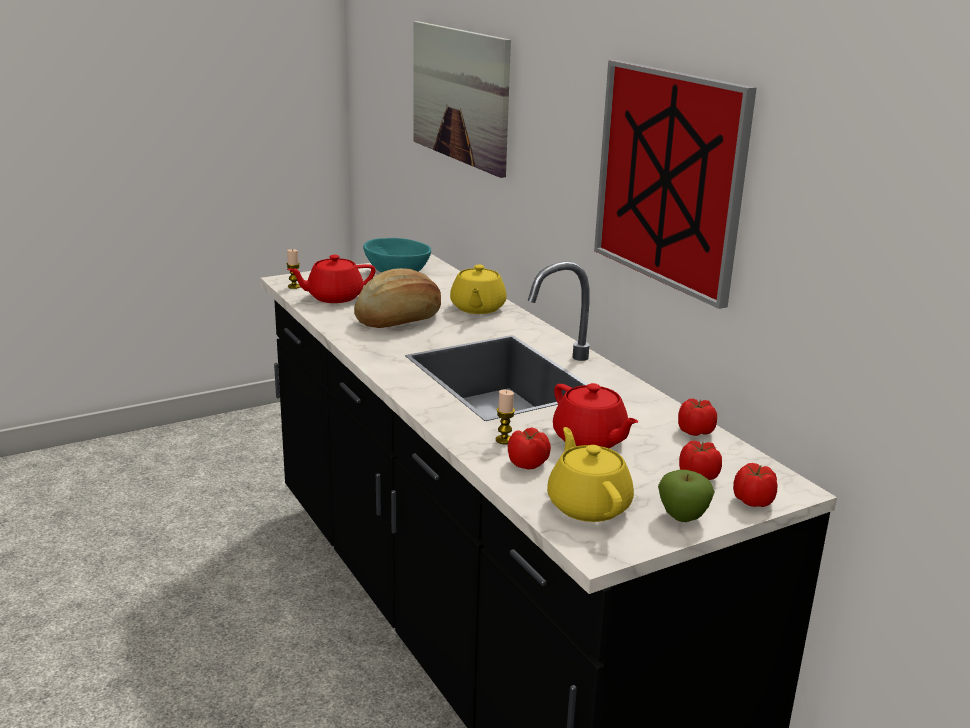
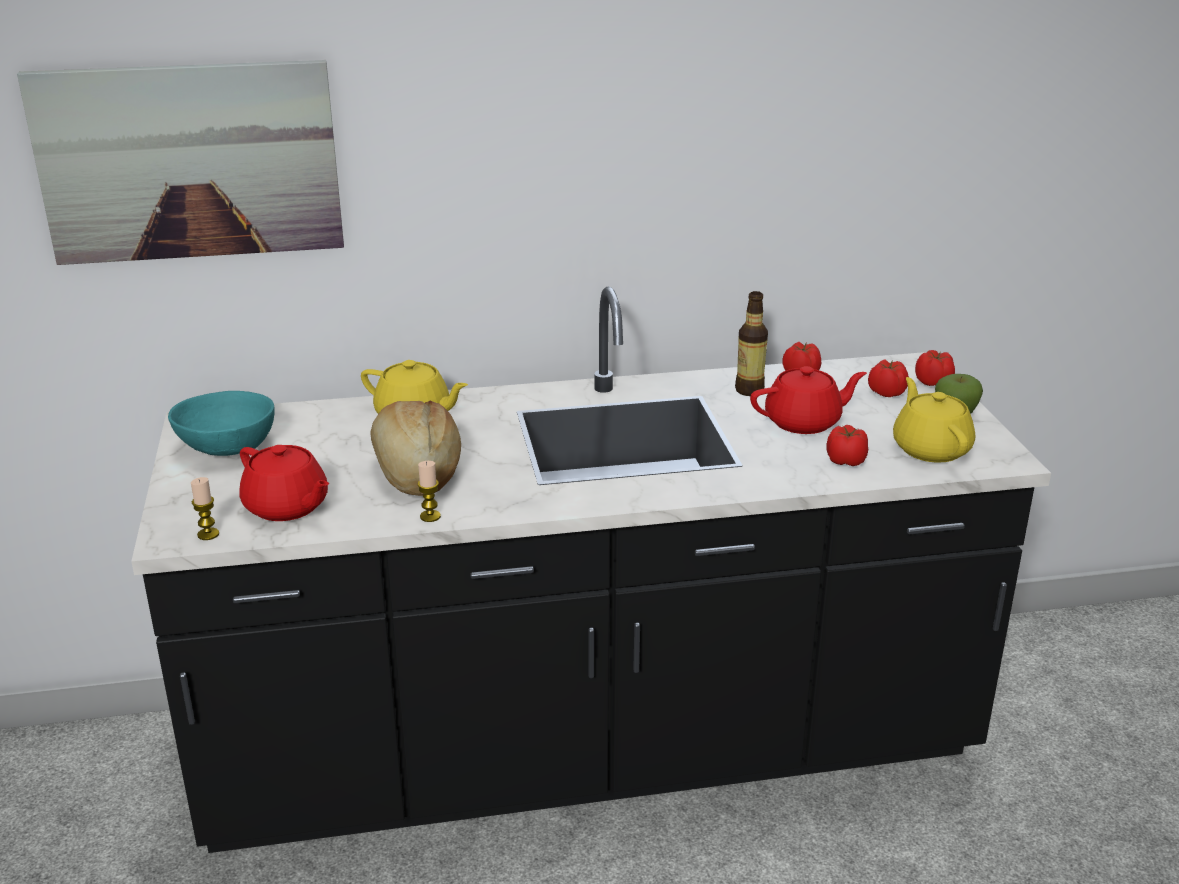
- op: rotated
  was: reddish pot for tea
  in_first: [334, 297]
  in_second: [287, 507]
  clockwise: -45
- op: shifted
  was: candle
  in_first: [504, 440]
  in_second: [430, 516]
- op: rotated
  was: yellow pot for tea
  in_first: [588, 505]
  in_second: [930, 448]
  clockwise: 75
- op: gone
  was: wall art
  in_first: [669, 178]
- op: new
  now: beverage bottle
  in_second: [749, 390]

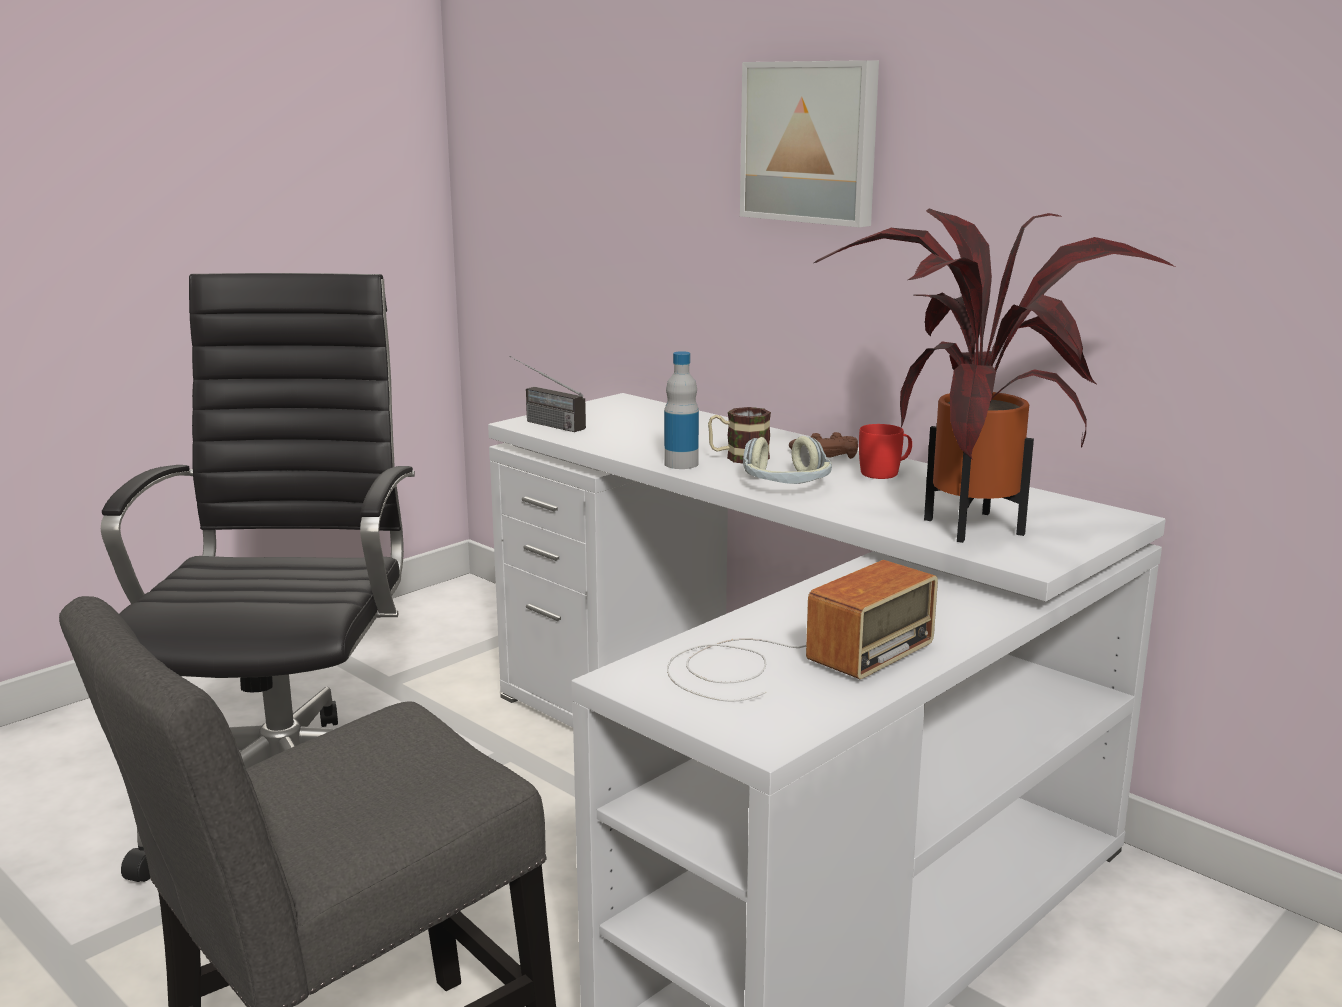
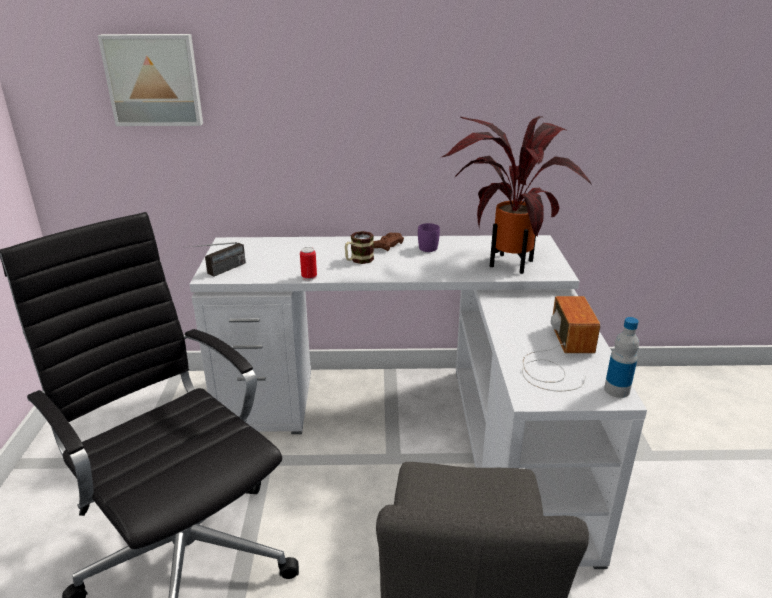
- op: rotated
  was: radio receiver
  in_first: [541, 422]
  in_second: [218, 272]
  clockwise: -45
- op: shifted
  was: beverage bottle
  in_first: [681, 464]
  in_second: [617, 390]
- op: shifted
  was: wall art
  in_first: [811, 142]
  in_second: [154, 80]
- op: gone
  was: headset
  in_first: [786, 484]
- op: repainted
  was: reddish coffee mug
  now: purple coffee mug
  in_first: [886, 472]
  in_second: [429, 247]
- op: new
  now: metal can
  in_second: [309, 277]

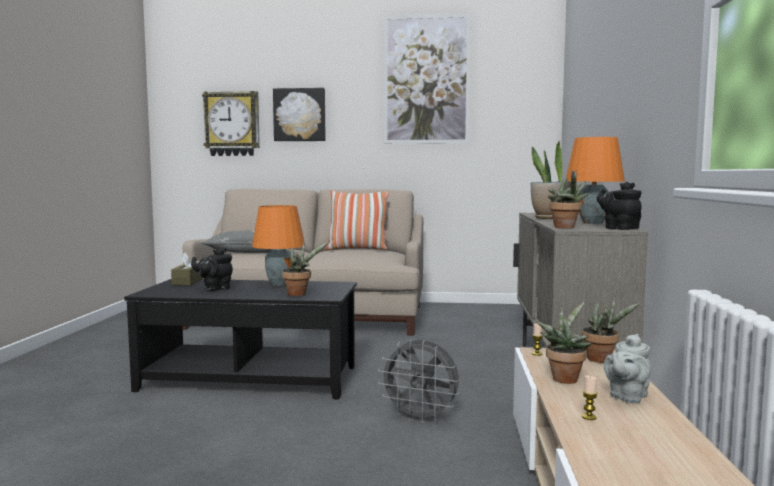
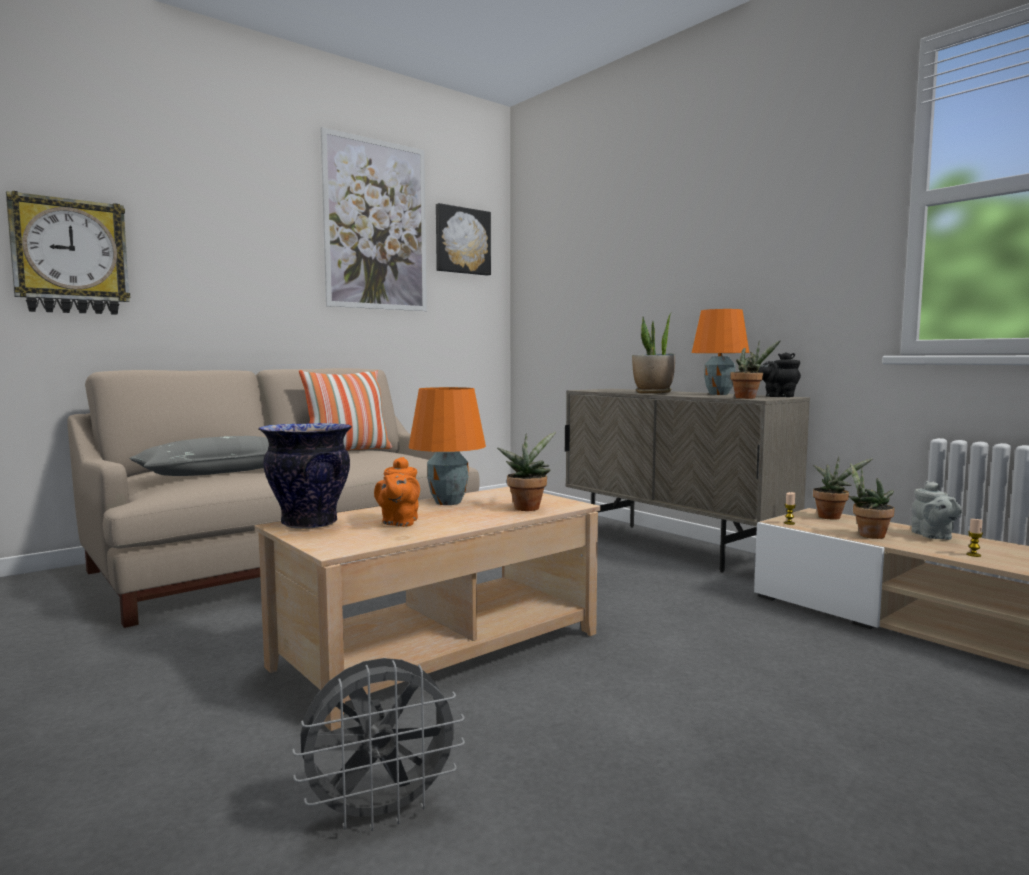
- op: repainted
  was: blackish coffee table
  now: sand-coloured coffee table
  in_first: [251, 377]
  in_second: [439, 648]
- op: swapped
  was: brown-coloured box of tissues
  now: decorative vase
  in_first: [187, 282]
  in_second: [310, 523]
- op: repainted
  was: blackish pot for tea
  now: orange-coloured pot for tea
  in_first: [215, 288]
  in_second: [399, 523]
- op: shifted
  was: wall art
  in_first: [300, 115]
  in_second: [462, 241]
- op: shifted
  was: gray fan
  in_first: [421, 418]
  in_second: [381, 812]

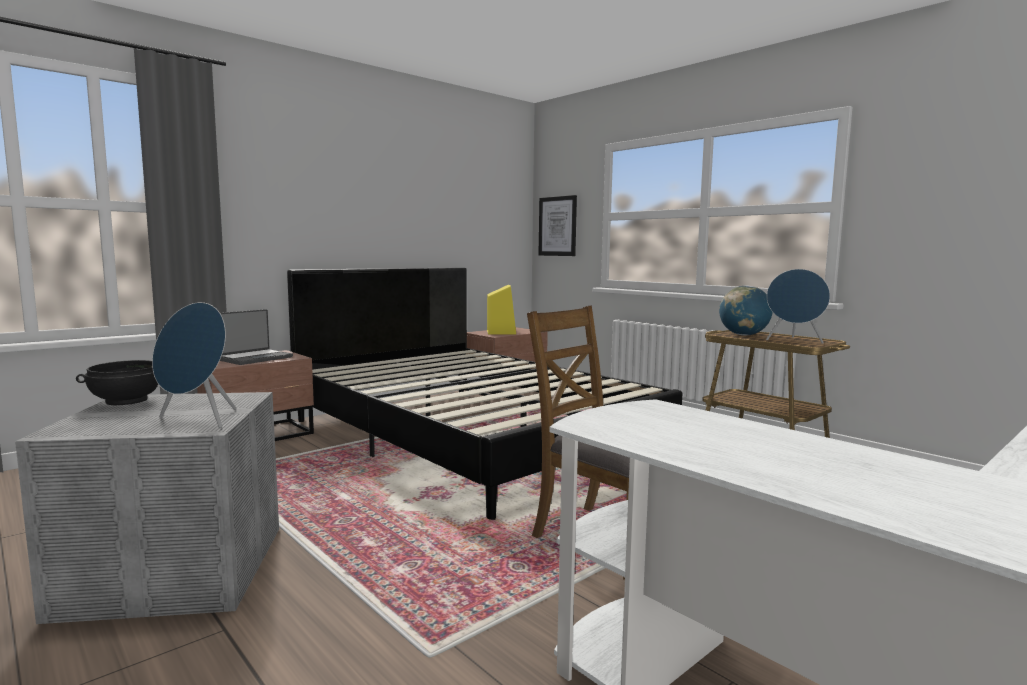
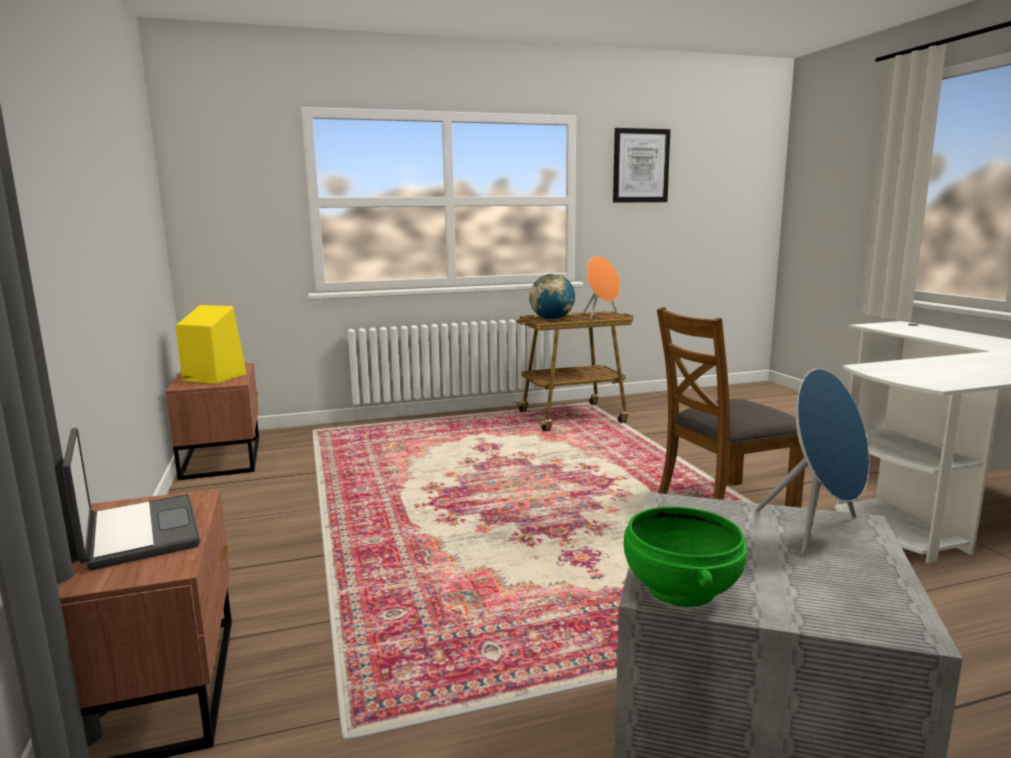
- op: repainted
  was: blackish bowl
  now: greenish bowl
  in_first: [126, 401]
  in_second: [679, 589]
- op: gone
  was: blackish bedroom bed
  in_first: [471, 435]
- op: shifted
  was: wall art
  in_first: [557, 226]
  in_second: [640, 166]
- op: repainted
  was: bluish audio speaker
  now: orange-coloured audio speaker
  in_first: [794, 341]
  in_second: [600, 316]

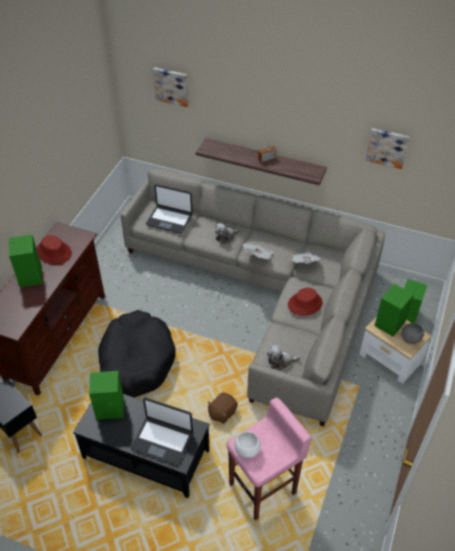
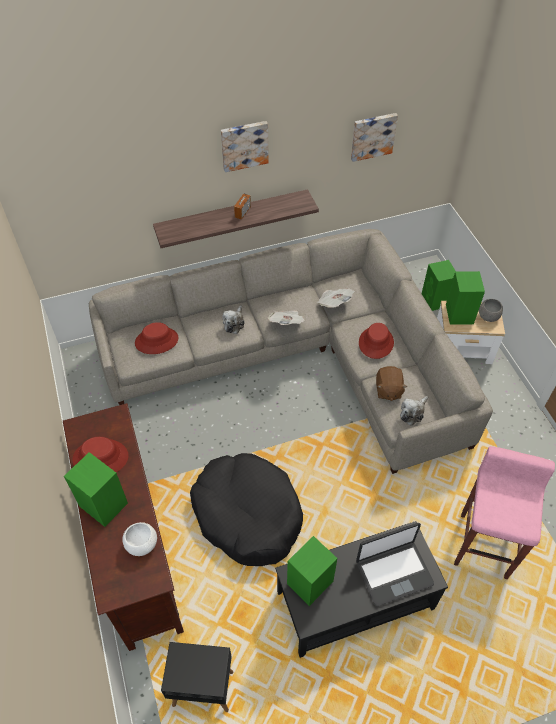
- op: swapped
  was: portable computer
  now: reddish clothing hat
  in_first: [169, 219]
  in_second: [156, 340]
- op: shifted
  was: wall art
  in_first: [172, 86]
  in_second: [244, 145]
- op: shifted
  was: brown-coloured soft toy
  in_first: [222, 412]
  in_second: [388, 390]
- op: shifted
  was: whitish bowl
  in_first: [247, 449]
  in_second: [141, 544]

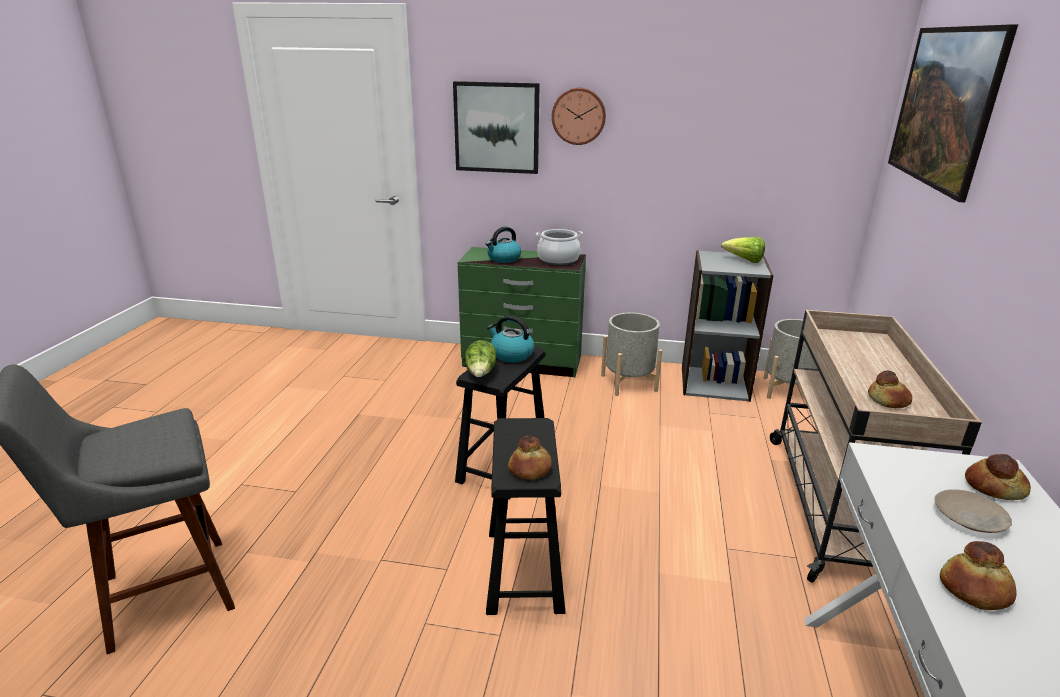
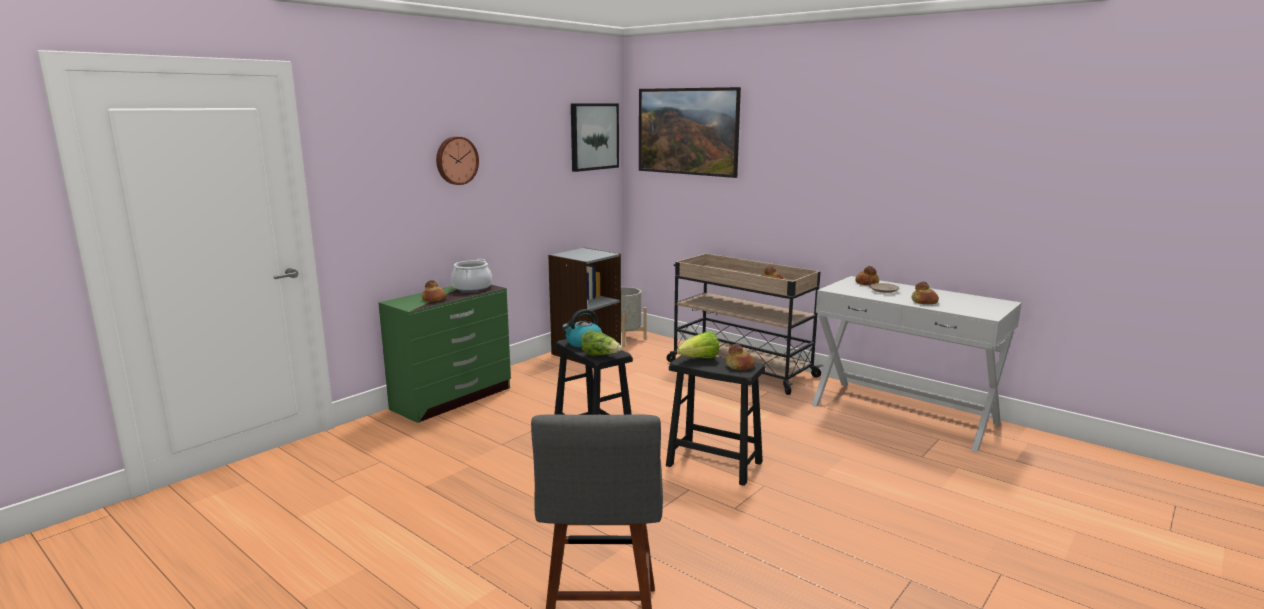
- op: shifted
  was: wall art
  in_first: [497, 127]
  in_second: [594, 136]
- op: swapped
  was: tea kettle
  now: baked bread
  in_first: [503, 259]
  in_second: [434, 299]
- op: gone
  was: gray flower pot
  in_first: [628, 383]
- op: shifted
  was: lettuce head
  in_first: [744, 260]
  in_second: [699, 359]

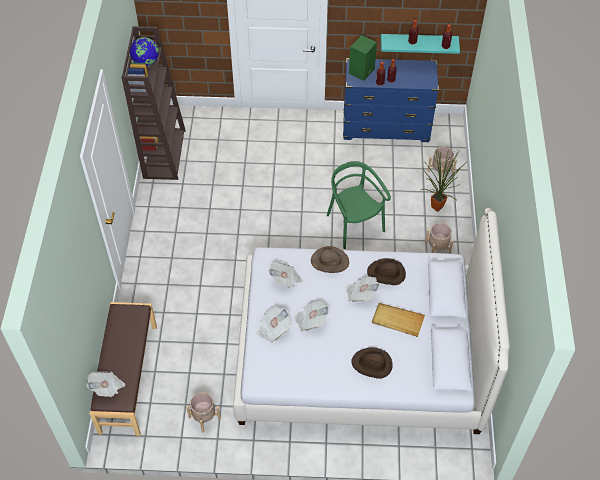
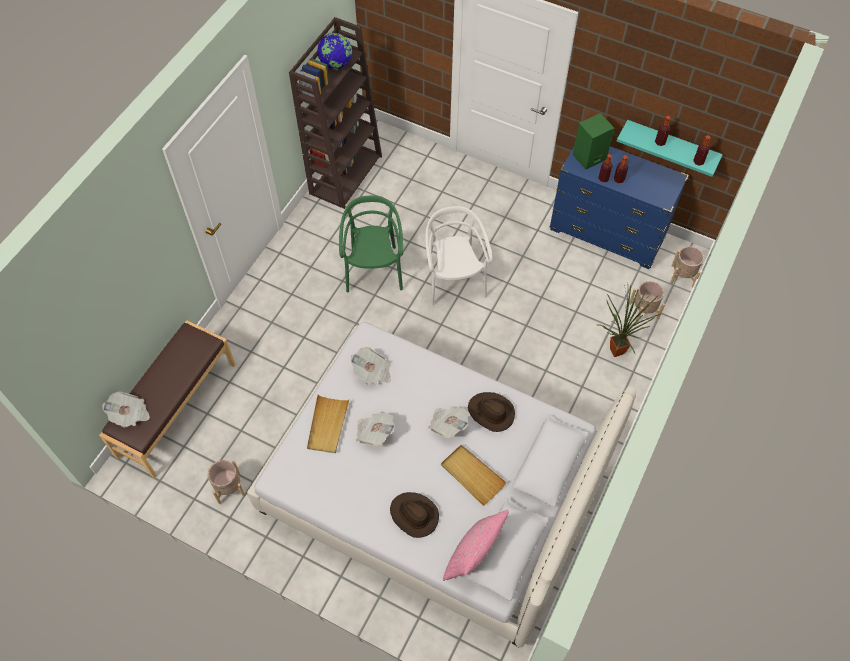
- op: swapped
  was: daily paper
  now: sand-coloured serving tray
  in_first: [273, 329]
  in_second: [327, 425]
- op: gone
  was: brown-coloured clothing hat
  in_first: [329, 261]
- op: shifted
  was: greenish plain chair
  in_first: [354, 225]
  in_second: [374, 270]
- op: shifted
  was: sand-coloured flower pot
  in_first: [437, 248]
  in_second: [682, 276]
- op: new
  now: whitish plain chair
  in_second: [454, 280]
- op: new
  now: pink-coloured pillow
  in_second: [473, 555]

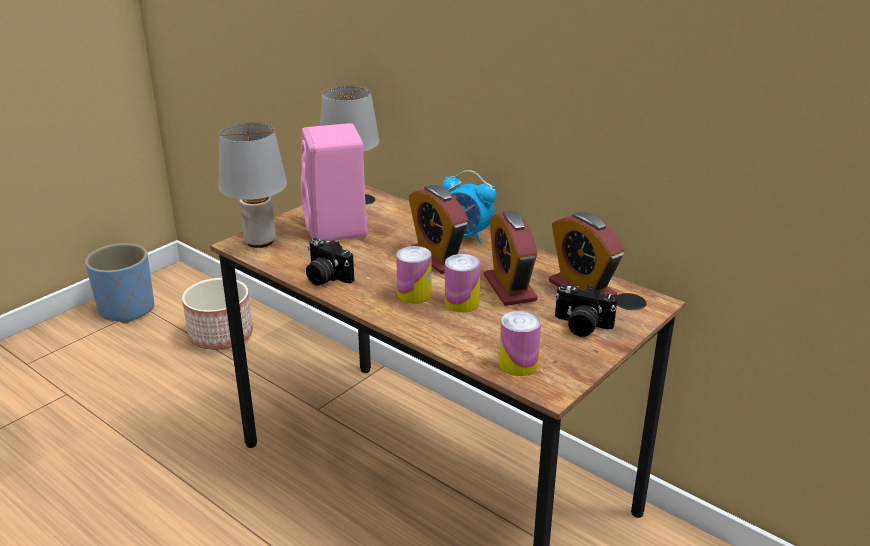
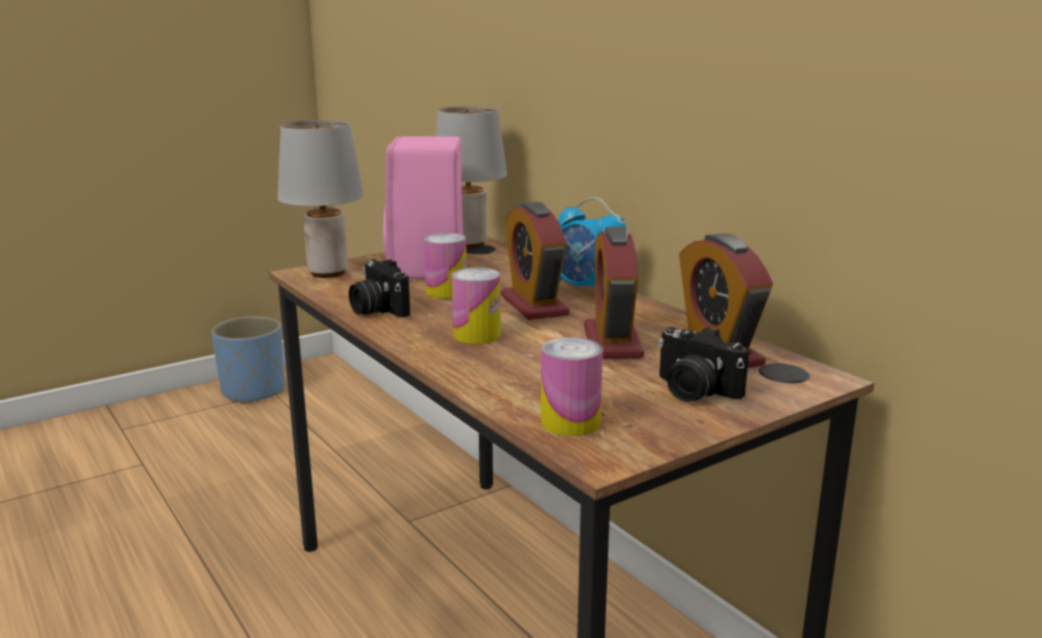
- op: gone
  was: flower pot
  in_first: [222, 335]
- op: shifted
  was: metal can
  in_first: [461, 303]
  in_second: [446, 292]

